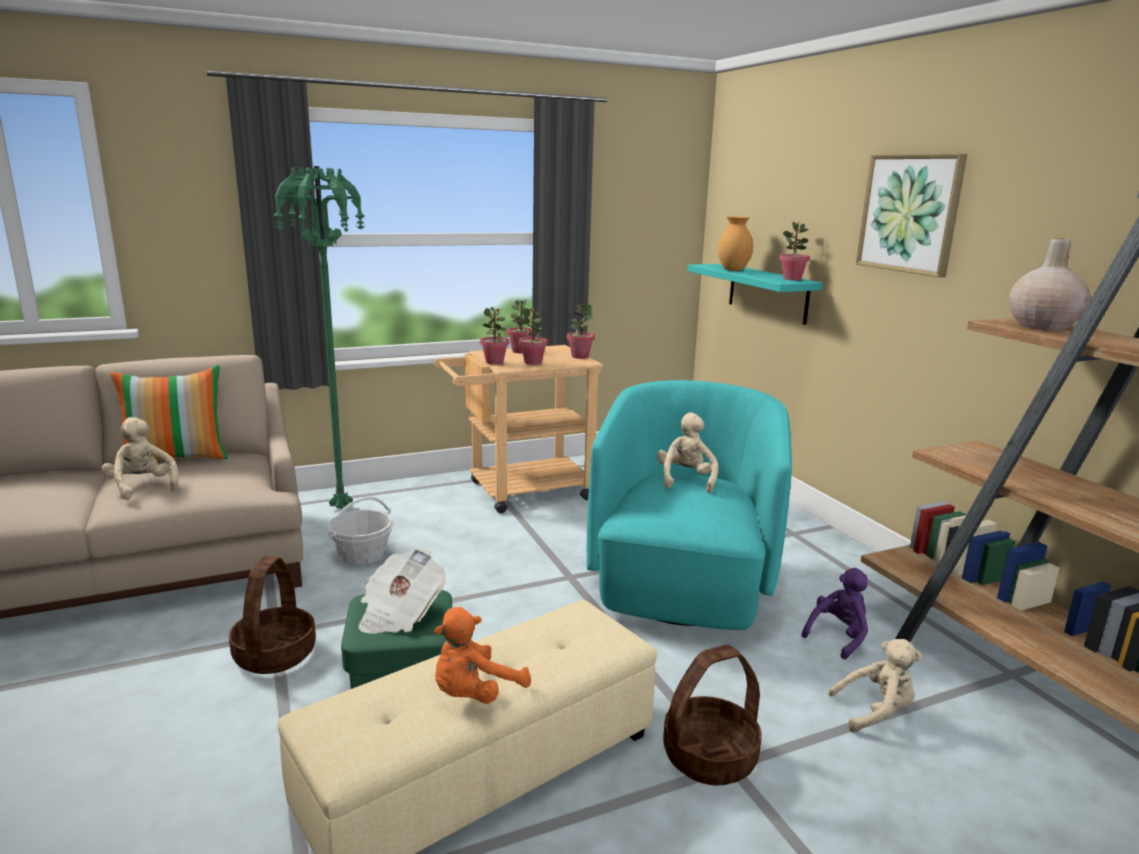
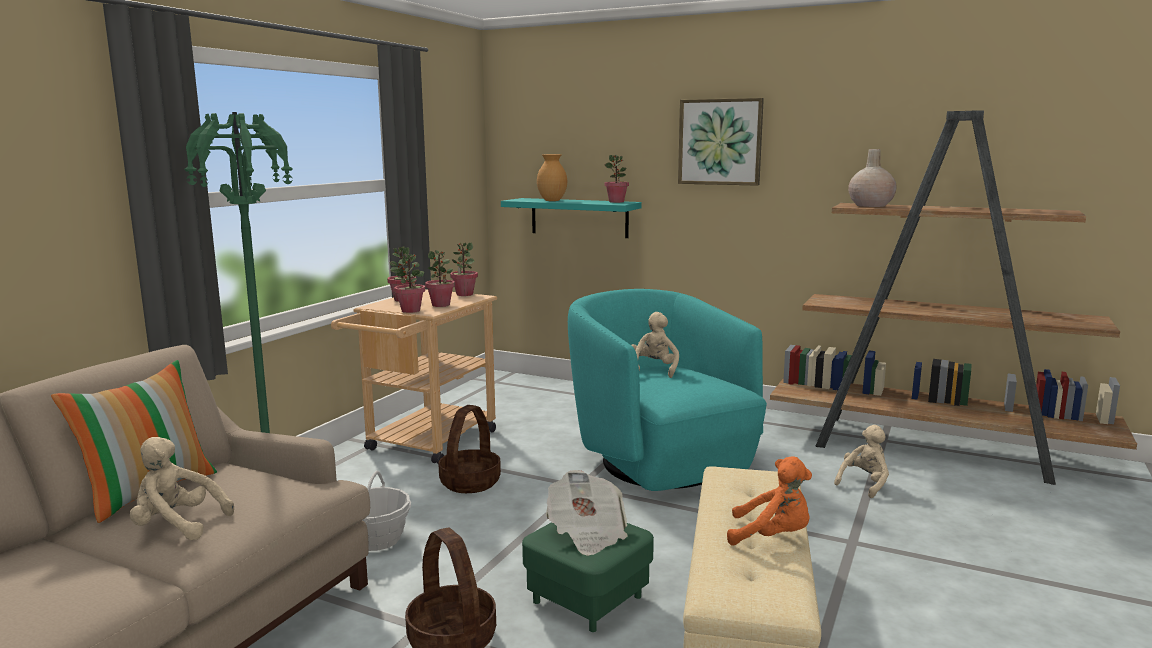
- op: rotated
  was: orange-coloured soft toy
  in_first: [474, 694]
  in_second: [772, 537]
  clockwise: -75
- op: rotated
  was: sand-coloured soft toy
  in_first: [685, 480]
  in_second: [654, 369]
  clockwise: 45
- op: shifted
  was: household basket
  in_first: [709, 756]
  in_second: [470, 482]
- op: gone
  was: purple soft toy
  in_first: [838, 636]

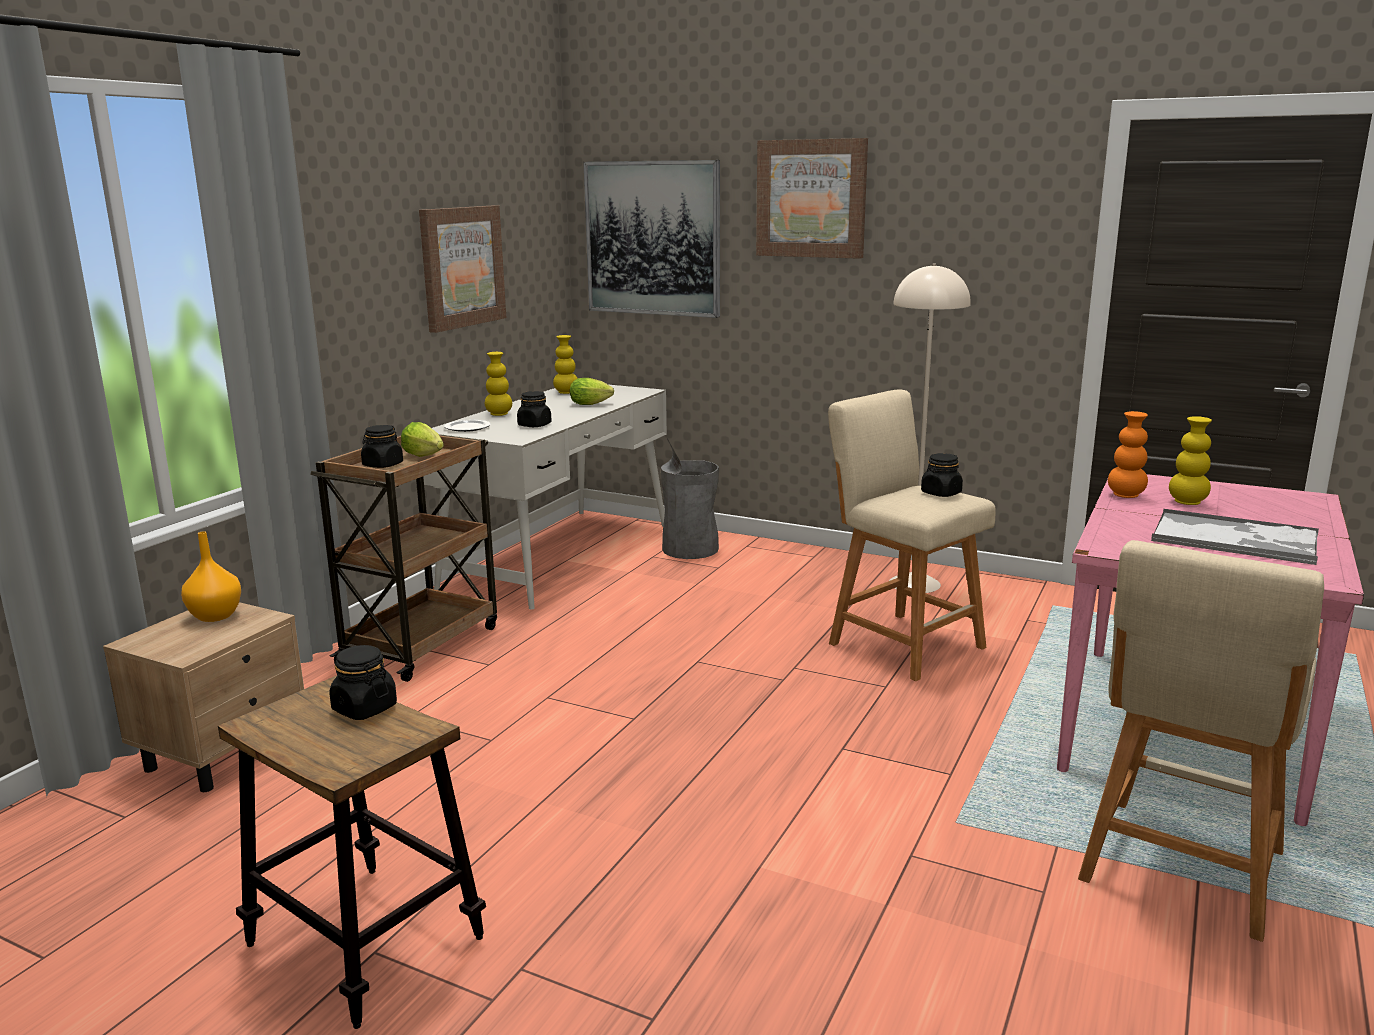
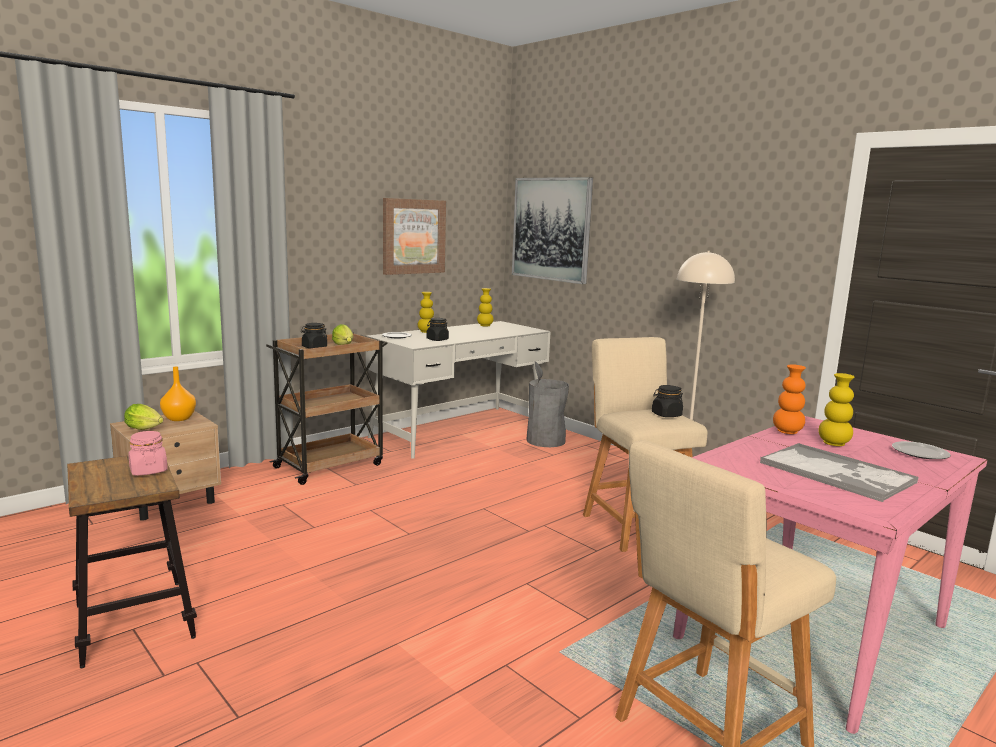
- op: repainted
  was: blackish preserve jar
  now: pink-coloured preserve jar
  in_first: [364, 708]
  in_second: [148, 470]
- op: shifted
  was: lettuce head
  in_first: [592, 404]
  in_second: [146, 429]
- op: gone
  was: wall art
  in_first: [811, 198]
- op: new
  now: plate
  in_second: [920, 453]

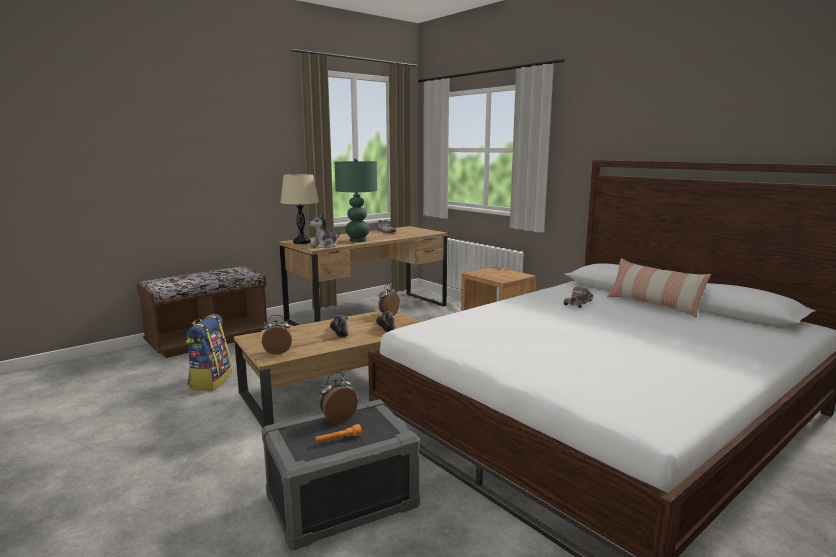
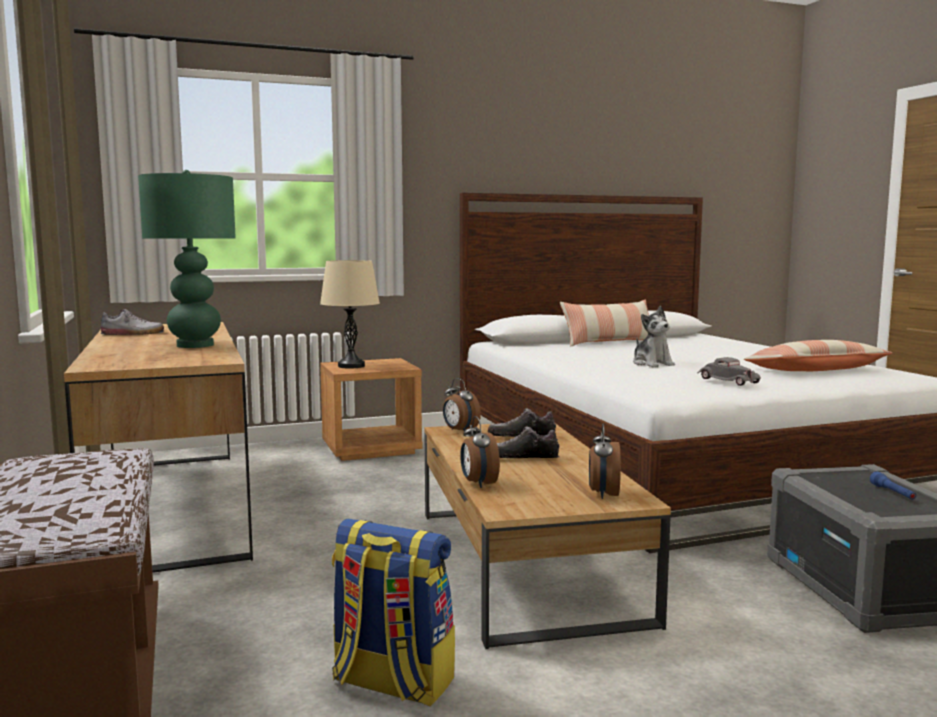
- op: shifted
  was: sand-coloured table lamp
  in_first: [301, 242]
  in_second: [351, 366]
- op: shifted
  was: soft toy
  in_first: [325, 246]
  in_second: [652, 364]
- op: repainted
  was: orange-coloured hand torch
  now: bluish hand torch
  in_first: [338, 439]
  in_second: [893, 493]
- op: shifted
  was: alarm clock
  in_first: [337, 419]
  in_second: [478, 483]
- op: shifted
  was: gray miniature car
  in_first: [578, 302]
  in_second: [727, 380]
- op: new
  now: pillow
  in_second: [815, 371]

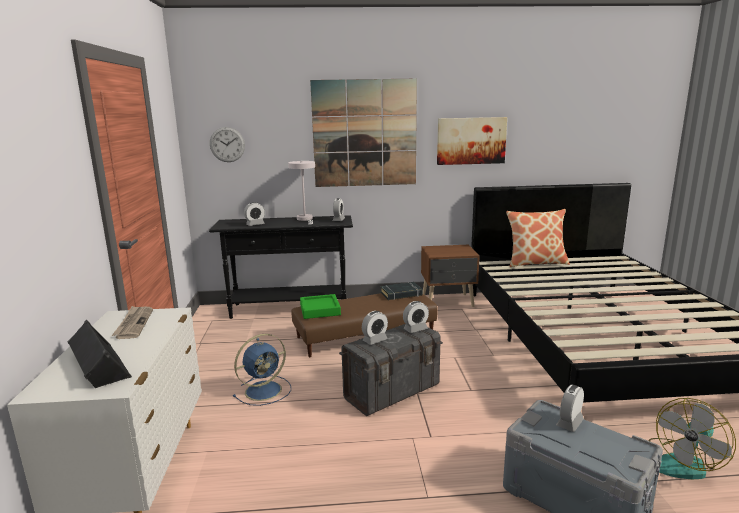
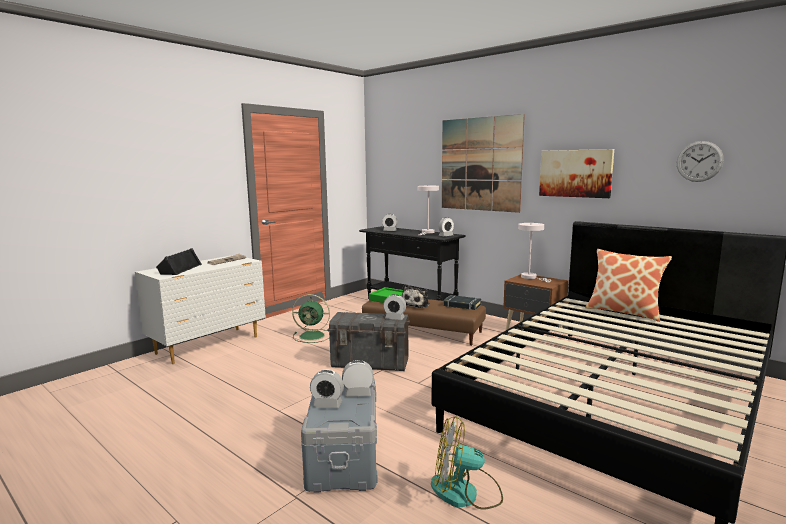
- op: shifted
  was: wall clock
  in_first: [227, 144]
  in_second: [699, 161]
- op: repainted
  was: bluish fan
  now: greenish fan
  in_first: [265, 390]
  in_second: [313, 336]
- op: shifted
  was: alarm clock
  in_first: [375, 340]
  in_second: [327, 404]
- op: new
  now: soft toy
  in_second: [416, 304]
- op: new
  now: whitish table lamp
  in_second: [531, 277]

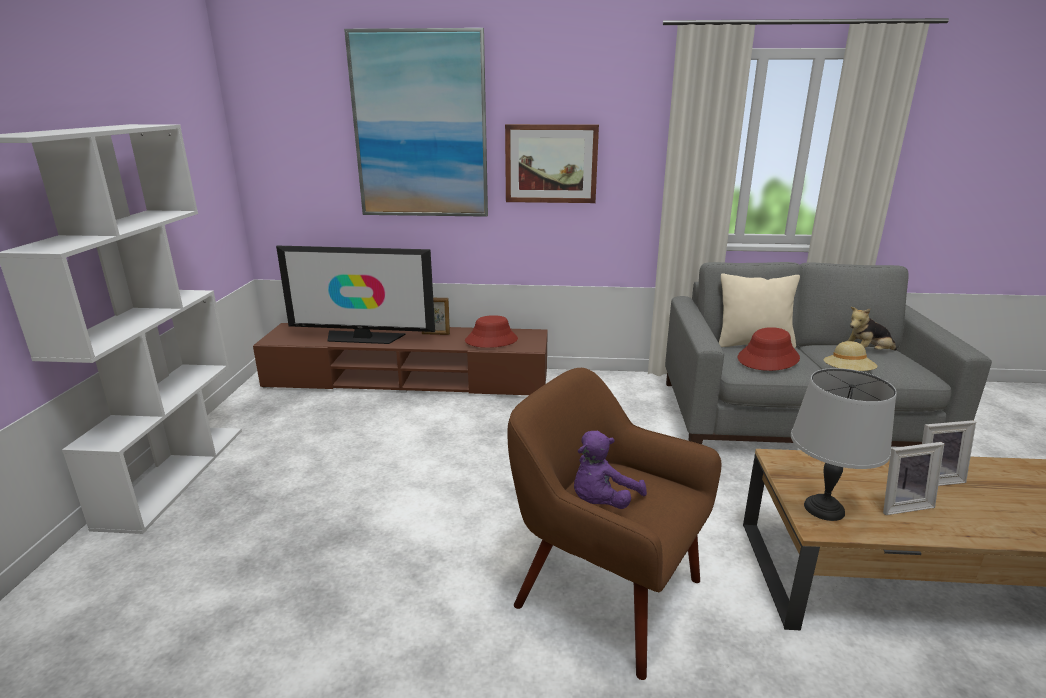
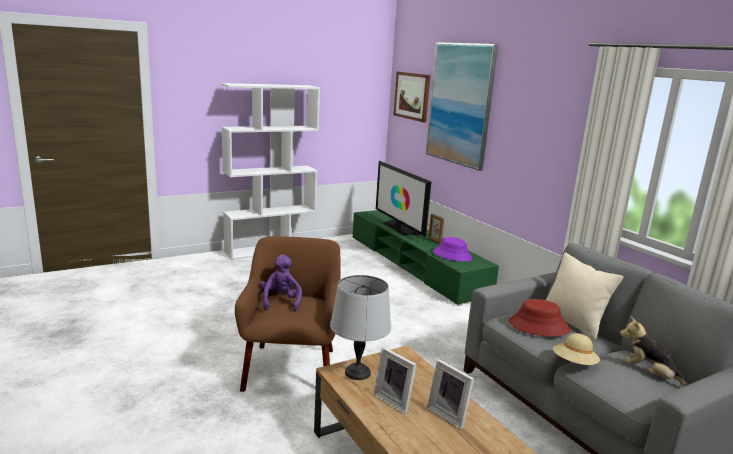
- op: repainted
  was: brown-coloured tv stand
  now: greenish tv stand
  in_first: [409, 380]
  in_second: [415, 265]
- op: repainted
  was: reddish clothing hat
  now: purple clothing hat
  in_first: [491, 340]
  in_second: [452, 255]
- op: shifted
  was: wall art
  in_first: [551, 164]
  in_second: [412, 96]
- op: rotated
  was: purple soft toy
  in_first: [602, 502]
  in_second: [280, 302]
  clockwise: 75

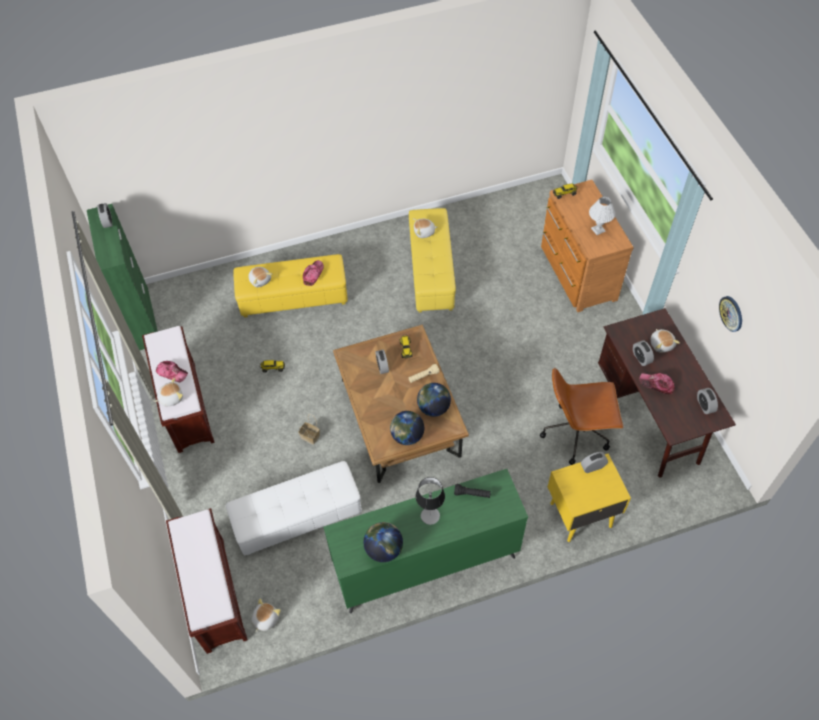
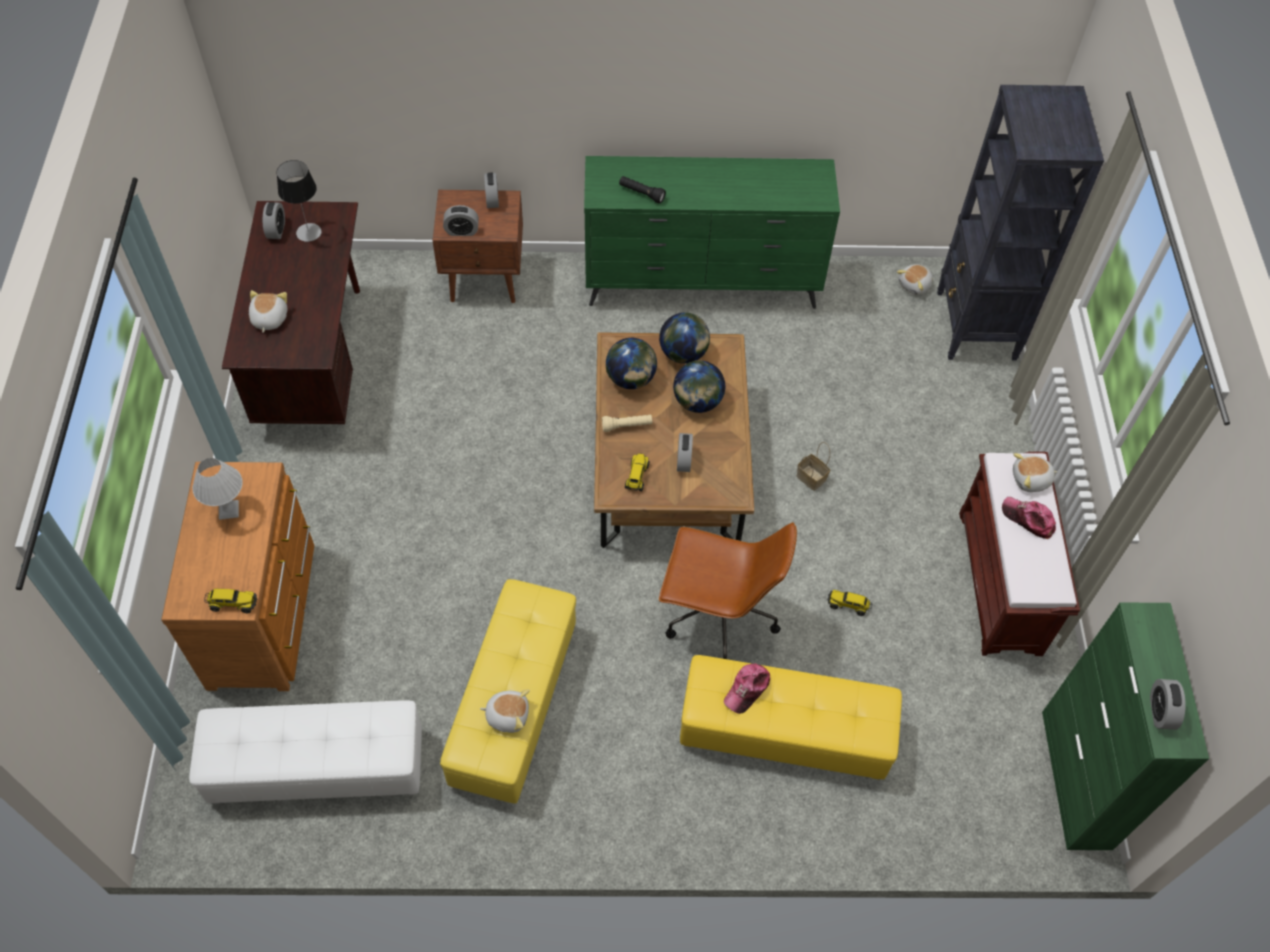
- op: swapped
  was: brown-coloured bench
  now: blackish bookshelf
  in_first: [214, 593]
  in_second: [975, 326]
- op: shifted
  was: whitish ottoman
  in_first: [298, 516]
  in_second: [316, 768]
- op: gone
  was: soft toy
  in_first: [260, 280]
- op: shifted
  was: world globe
  in_first: [384, 549]
  in_second: [697, 402]
- op: shifted
  was: table lamp
  in_first: [430, 515]
  in_second: [308, 232]
- op: shifted
  was: brown-coloured office chair
  in_first: [577, 433]
  in_second: [718, 618]
- op: repainted
  was: yellow bedside table
  now: brown-coloured bedside table
  in_first: [579, 514]
  in_second: [485, 280]
- op: shifted
  was: alarm clock
  in_first: [641, 358]
  in_second: [492, 200]
- op: gone
  was: cap
  in_first: [657, 384]
- op: gone
  was: wall clock
  in_first: [731, 313]

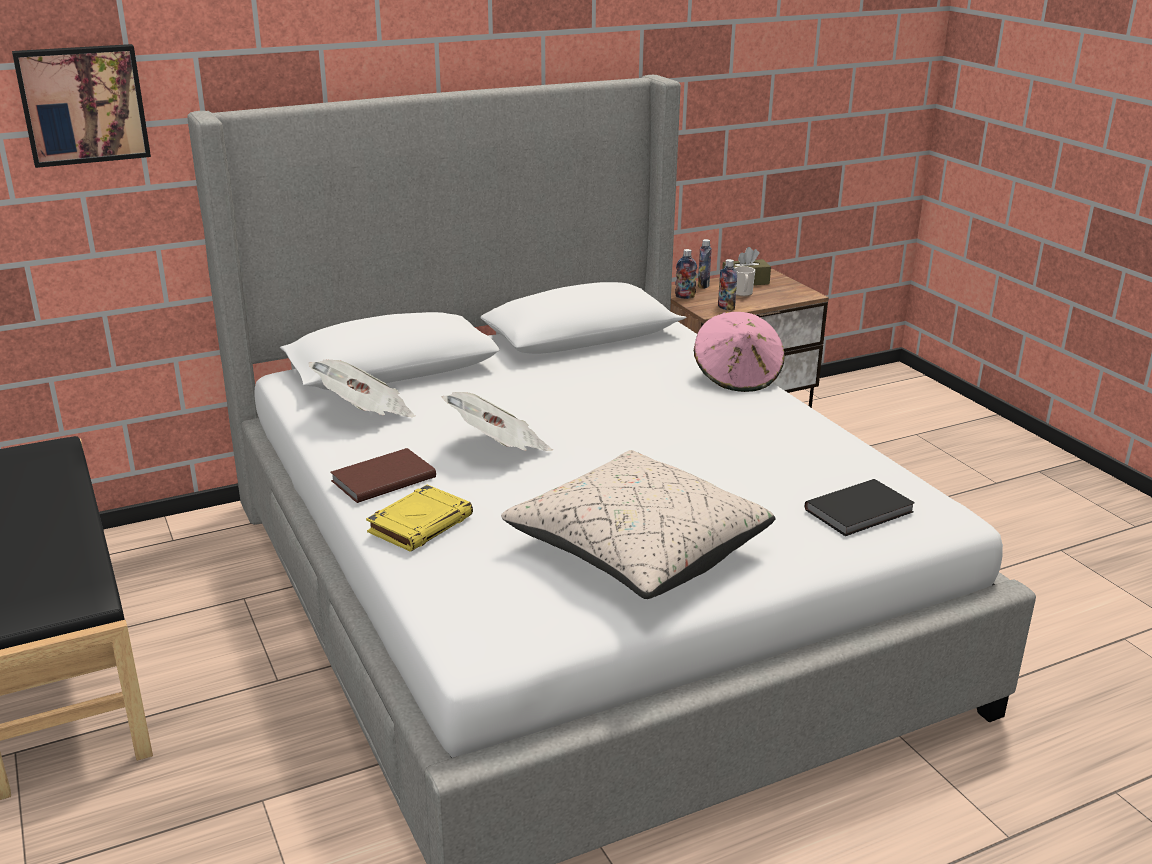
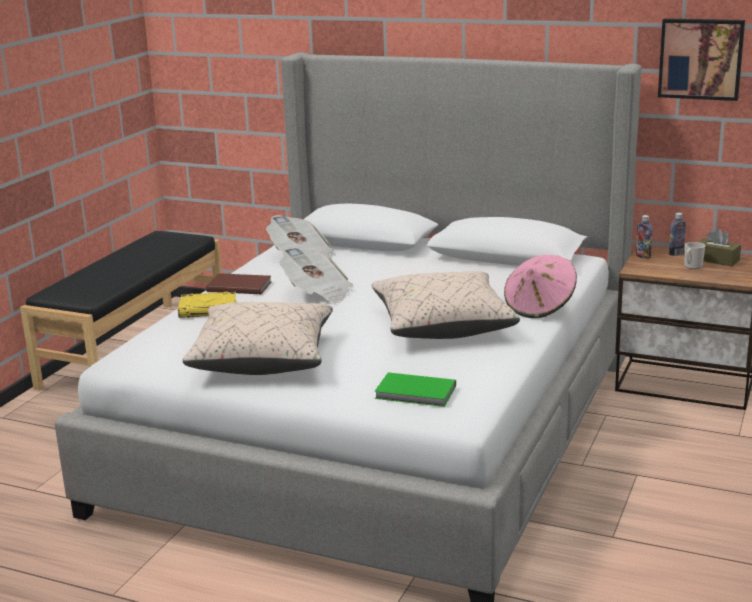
- op: shifted
  was: wall art
  in_first: [83, 104]
  in_second: [701, 58]
- op: gone
  was: beverage bottle
  in_first: [726, 308]
- op: repainted
  was: blackish book
  now: greenish book
  in_first: [861, 511]
  in_second: [416, 393]
- op: new
  now: sand-coloured pillow
  in_second: [442, 325]

